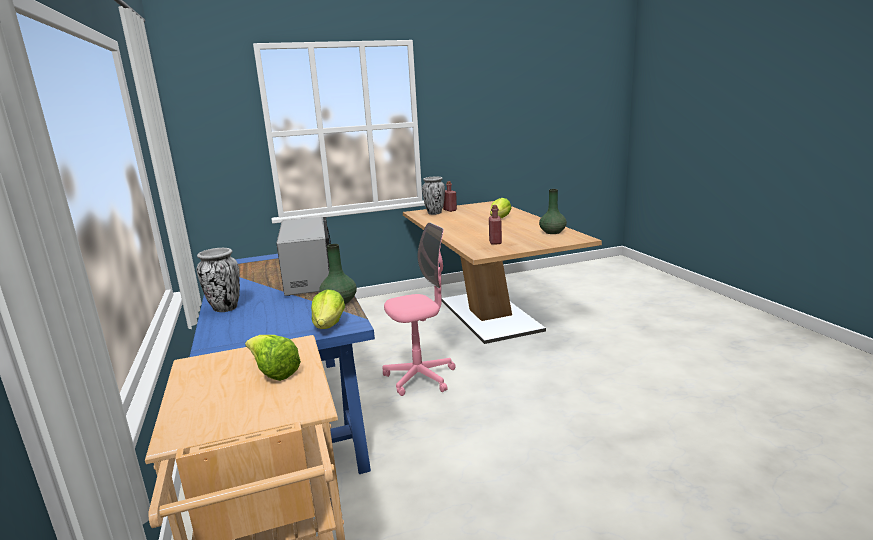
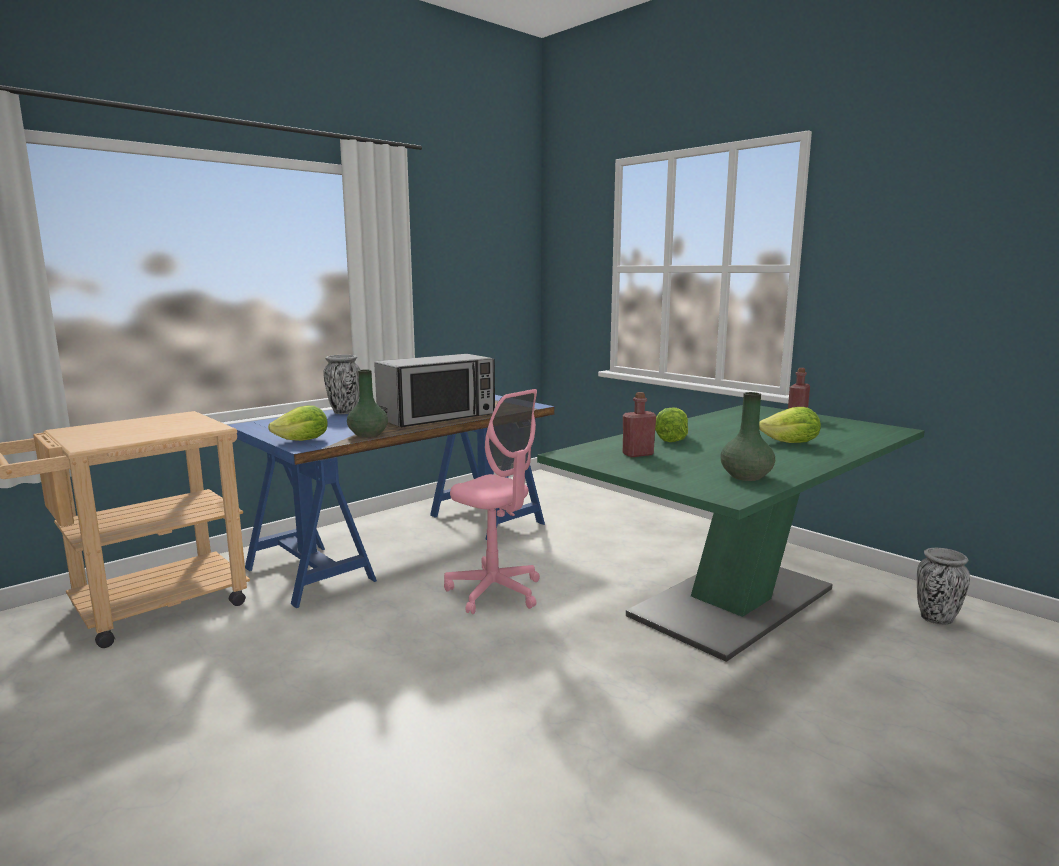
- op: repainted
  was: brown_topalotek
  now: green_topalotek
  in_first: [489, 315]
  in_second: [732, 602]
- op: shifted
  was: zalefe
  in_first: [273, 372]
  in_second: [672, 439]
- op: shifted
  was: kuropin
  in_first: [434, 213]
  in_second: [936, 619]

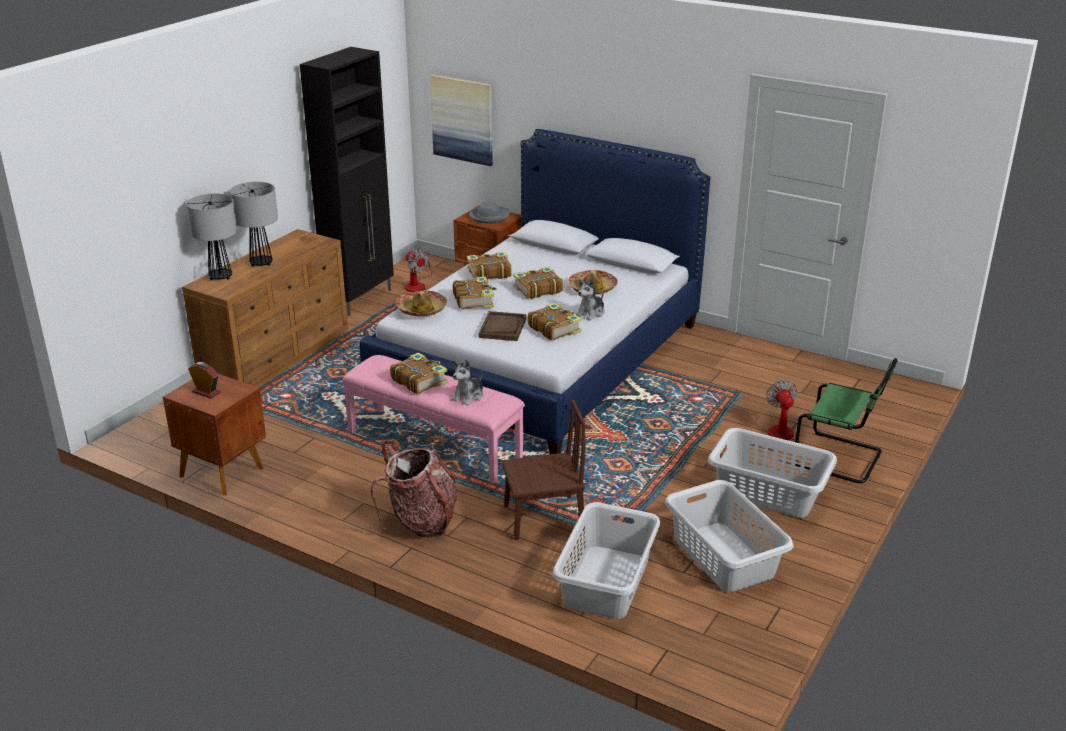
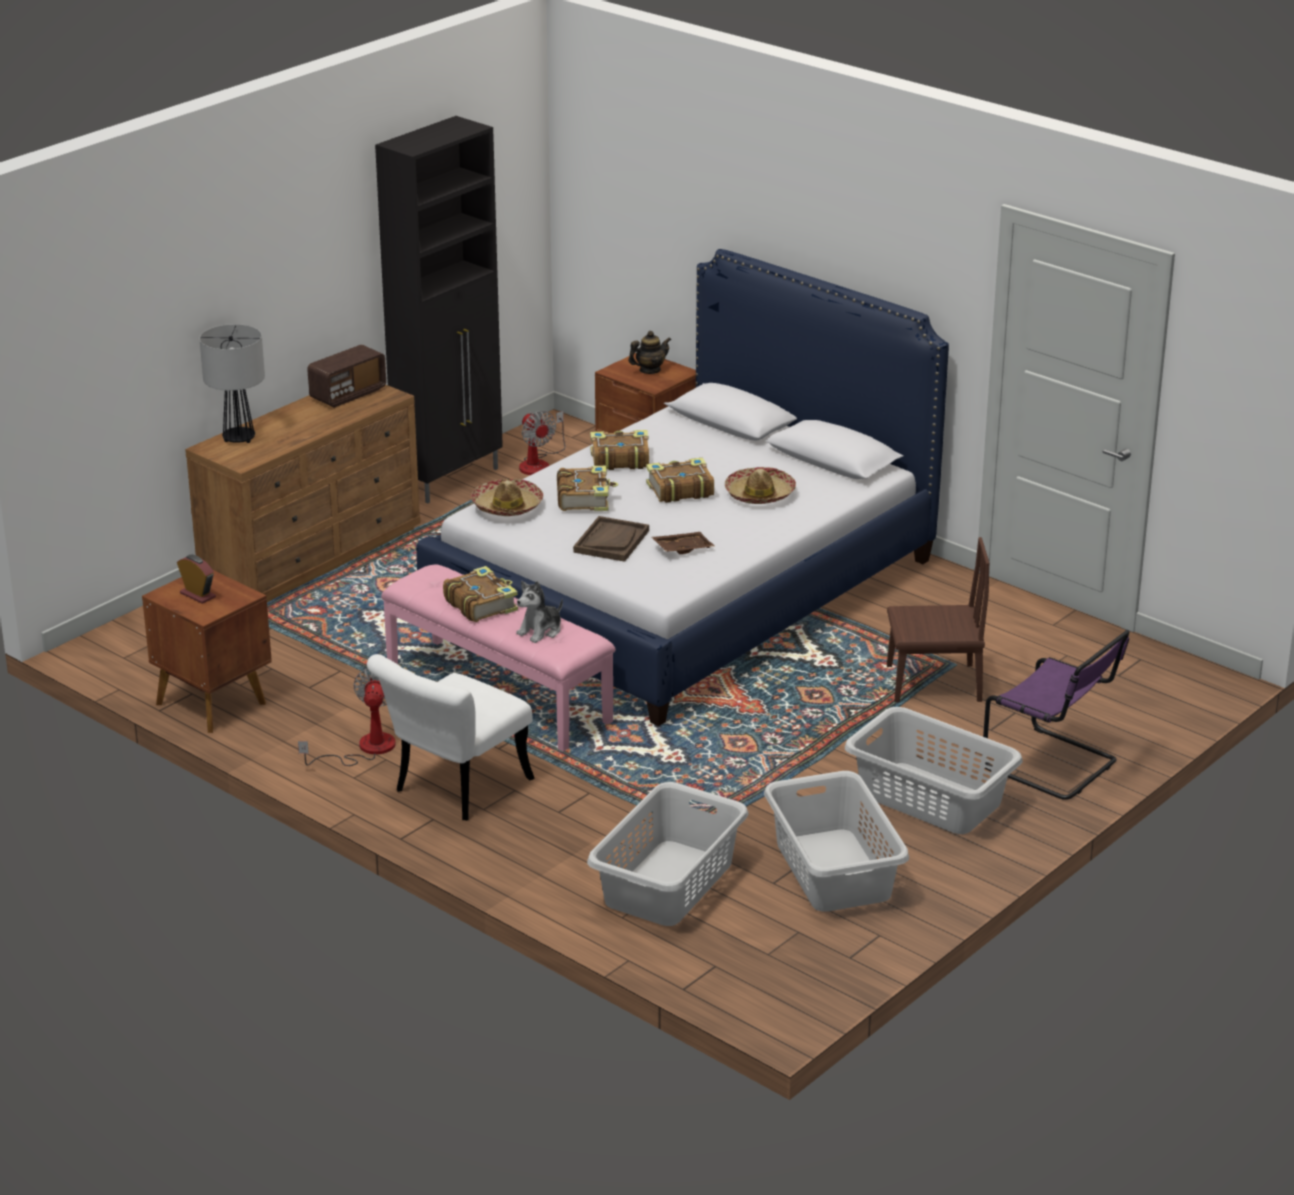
- op: shifted
  was: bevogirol
  in_first: [774, 437]
  in_second: [364, 749]
- op: new
  now: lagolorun
  in_second: [348, 394]
- op: swapped
  was: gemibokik
  now: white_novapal
  in_first: [421, 521]
  in_second: [454, 789]
- op: swapped
  was: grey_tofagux
  now: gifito
  in_first: [489, 216]
  in_second: [649, 370]
- op: swapped
  was: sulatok
  now: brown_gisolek
  in_first: [554, 328]
  in_second: [682, 548]
- op: shifted
  was: brown_novapal
  in_first: [543, 518]
  in_second: [933, 683]
- op: repainted
  was: green_novapal
  now: purple_novapal
  in_first: [841, 459]
  in_second: [1054, 766]
- op: gone
  was: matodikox
  in_first: [261, 263]
- op: gone
  was: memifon
  in_first: [462, 119]
- op: gone
  was: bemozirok
  in_first: [591, 313]

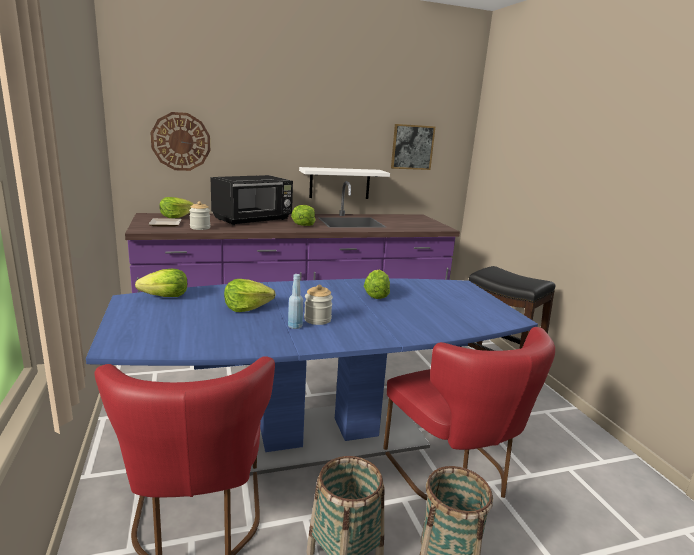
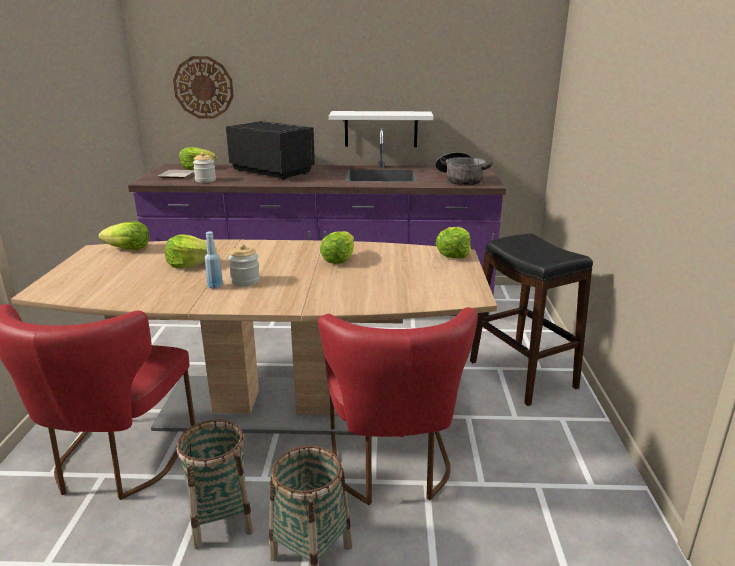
- op: repainted
  was: blue_topalotek
  now: brown_topalotek
  in_first: [319, 435]
  in_second: [276, 405]
- op: rotated
  was: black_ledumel
  in_first: [253, 219]
  in_second: [272, 171]
  clockwise: -120
- op: new
  now: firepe
  in_second: [460, 179]
- op: shifted
  was: zalefe
  in_first: [303, 224]
  in_second: [453, 254]
- op: gone
  was: memifon
  in_first: [412, 147]

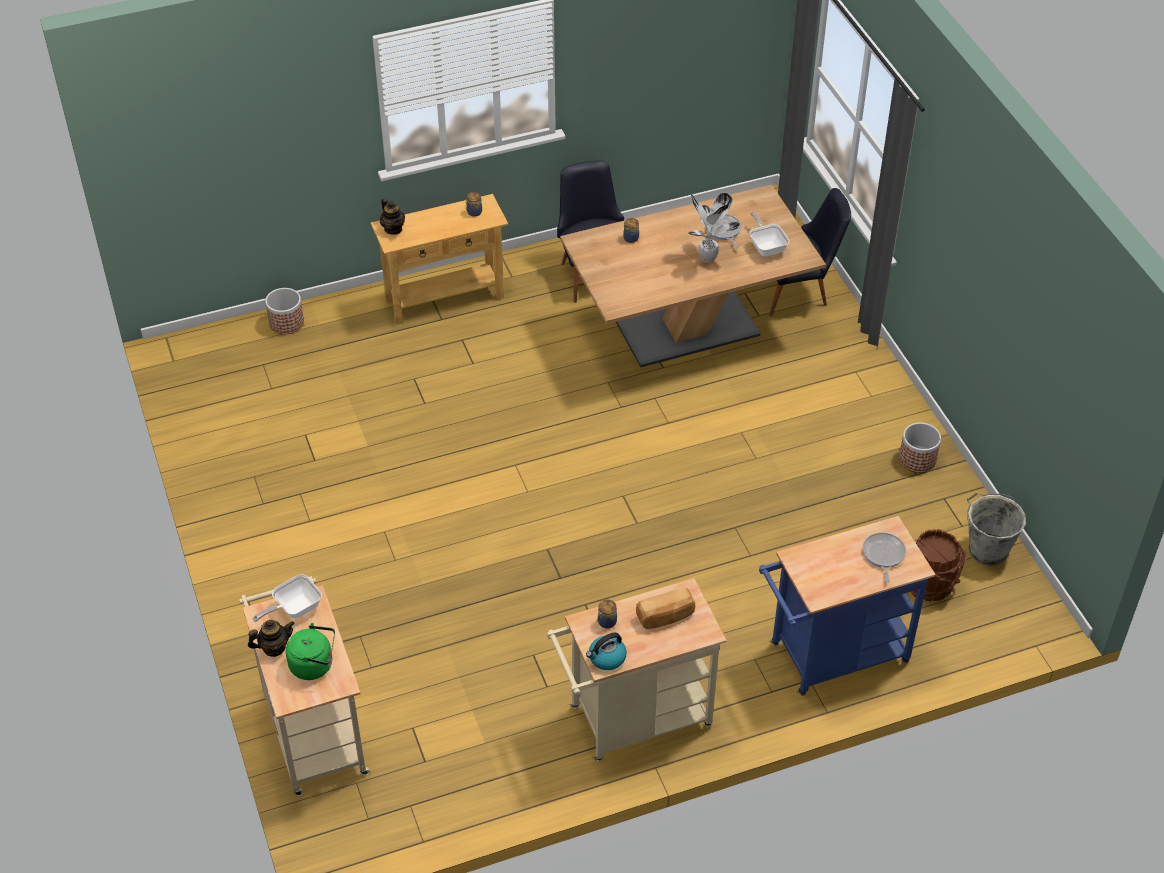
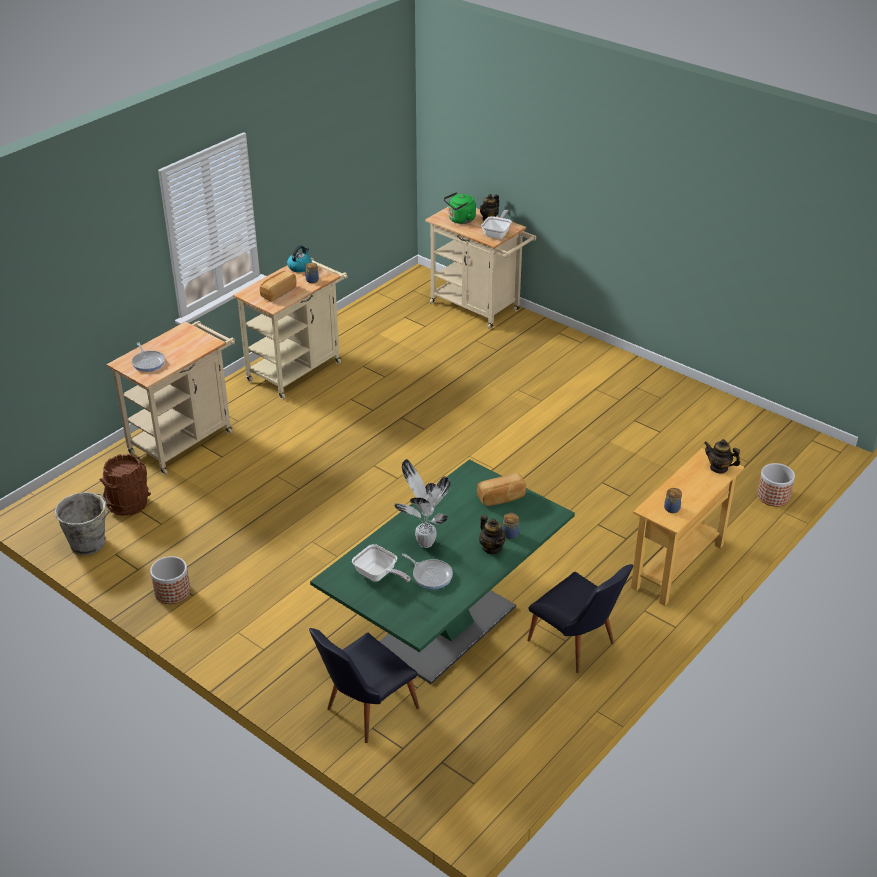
- op: repainted
  was: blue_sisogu
  now: beige_sisogu
  in_first: [831, 656]
  in_second: [185, 439]
- op: repainted
  was: brown_topalotek
  now: green_topalotek
  in_first: [687, 328]
  in_second: [446, 627]
- op: new
  now: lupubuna
  in_second: [501, 498]
- op: new
  now: gifito
  in_second: [492, 548]

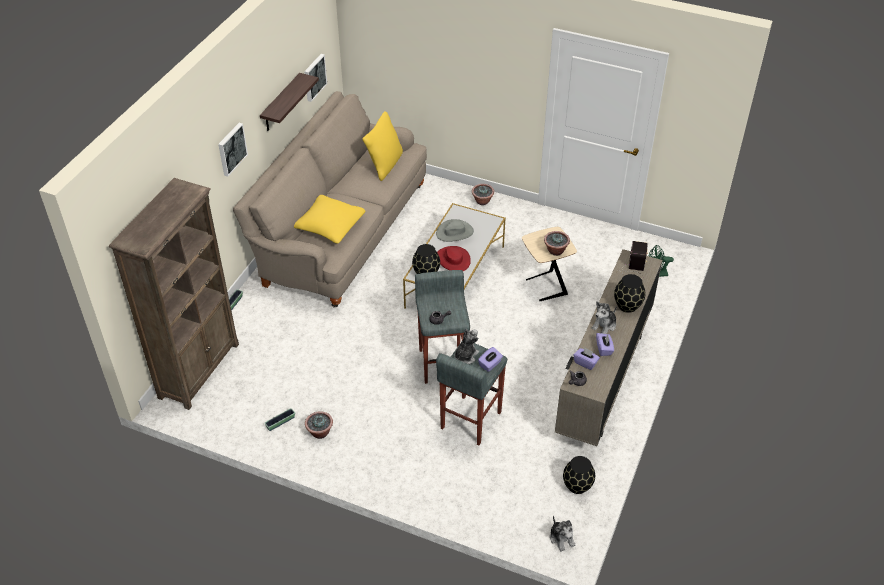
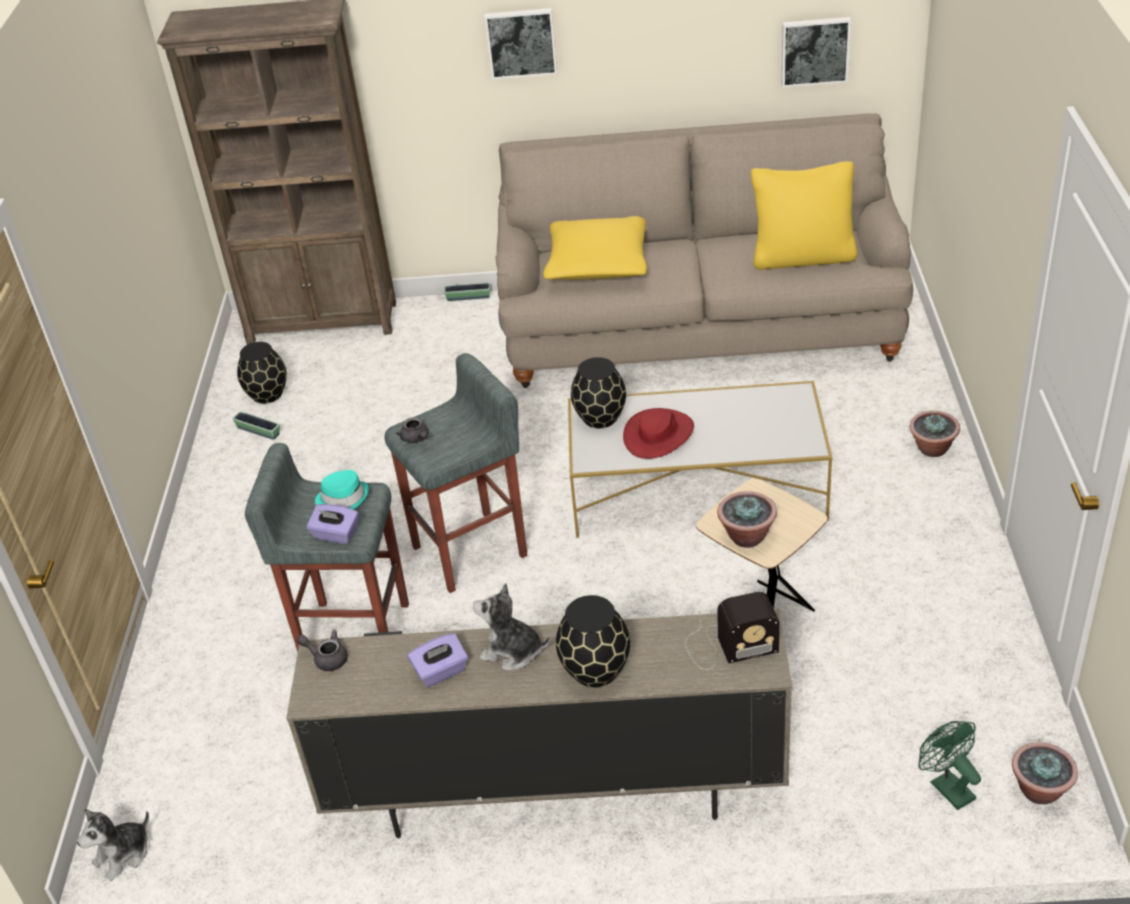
- op: shifted
  was: black_kuropin
  in_first: [577, 486]
  in_second: [267, 394]
- op: swapped
  was: bemozirok
  now: turquoise_tofagux
  in_first: [465, 356]
  in_second: [343, 499]
- op: shifted
  was: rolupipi
  in_first: [320, 432]
  in_second: [1039, 790]
- op: gone
  was: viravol
  in_first: [281, 103]
- op: gone
  was: grey_tofagux
  in_first: [454, 232]
- op: gone
  was: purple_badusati
  in_first: [585, 363]

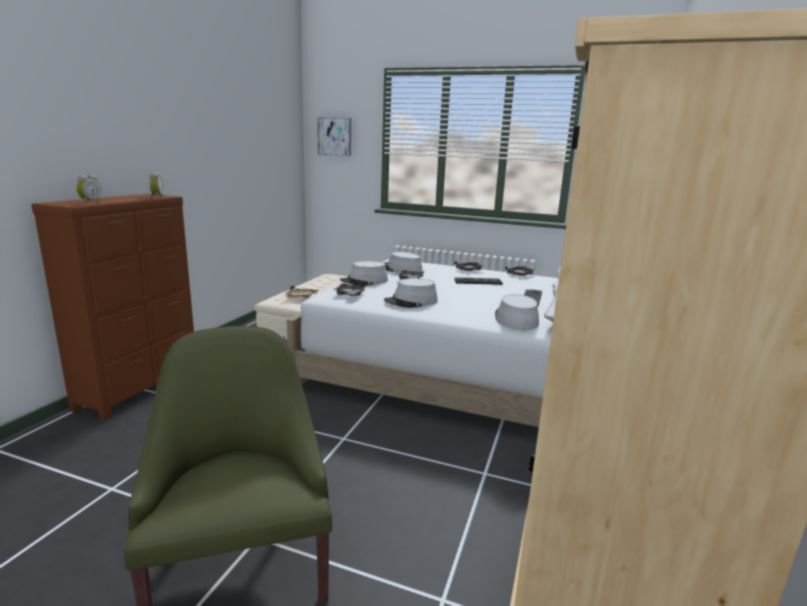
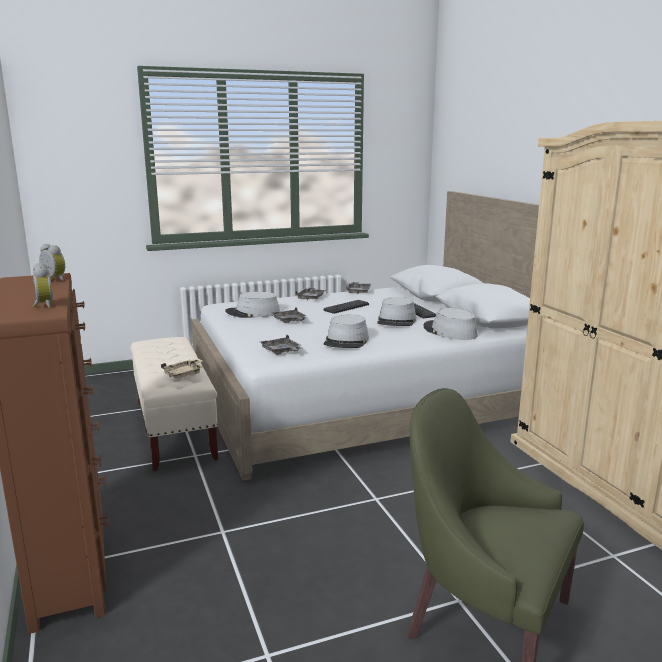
- op: shifted
  was: grey_tofagux
  in_first: [364, 281]
  in_second: [396, 321]
- op: gone
  was: memifon
  in_first: [335, 136]

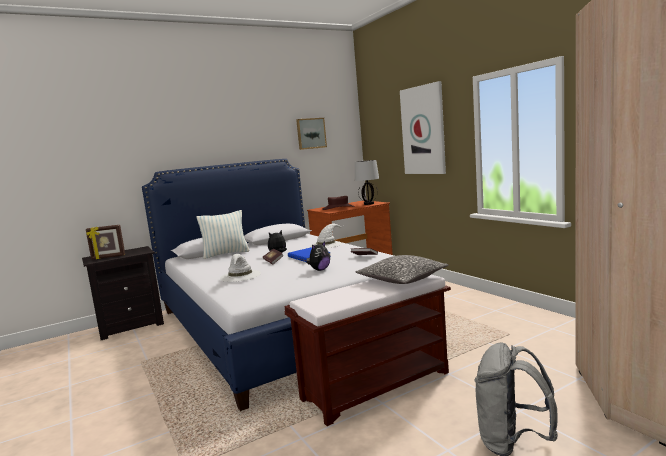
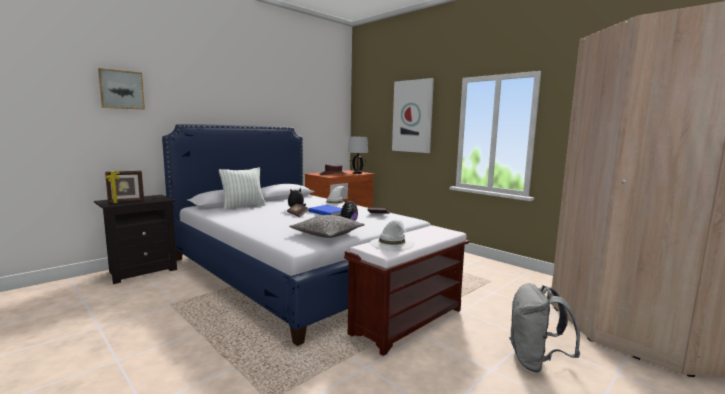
- op: shifted
  was: memifon
  in_first: [311, 133]
  in_second: [121, 89]
- op: shifted
  was: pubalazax
  in_first: [402, 279]
  in_second: [327, 234]
- op: shifted
  was: white_tofagux
  in_first: [240, 276]
  in_second: [392, 244]

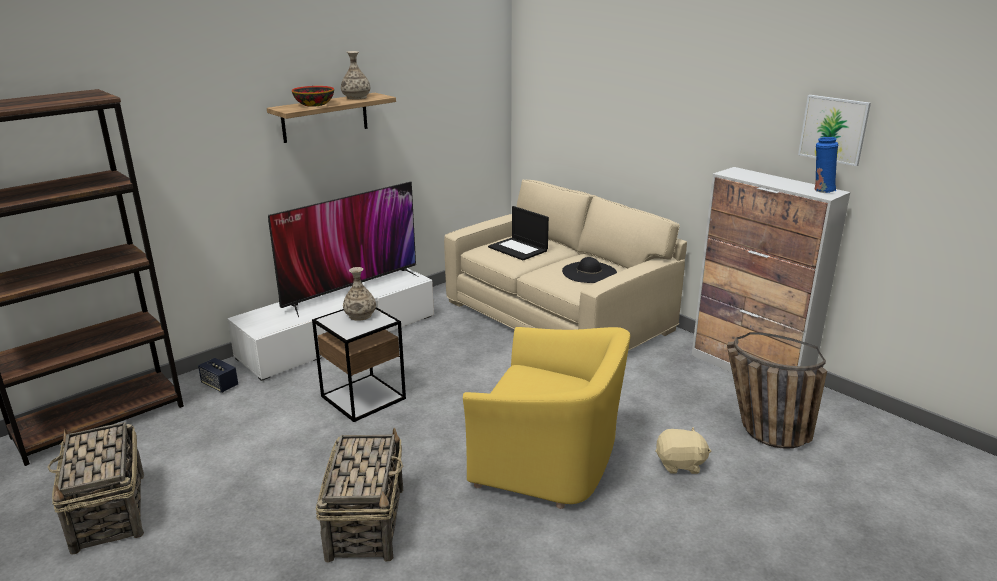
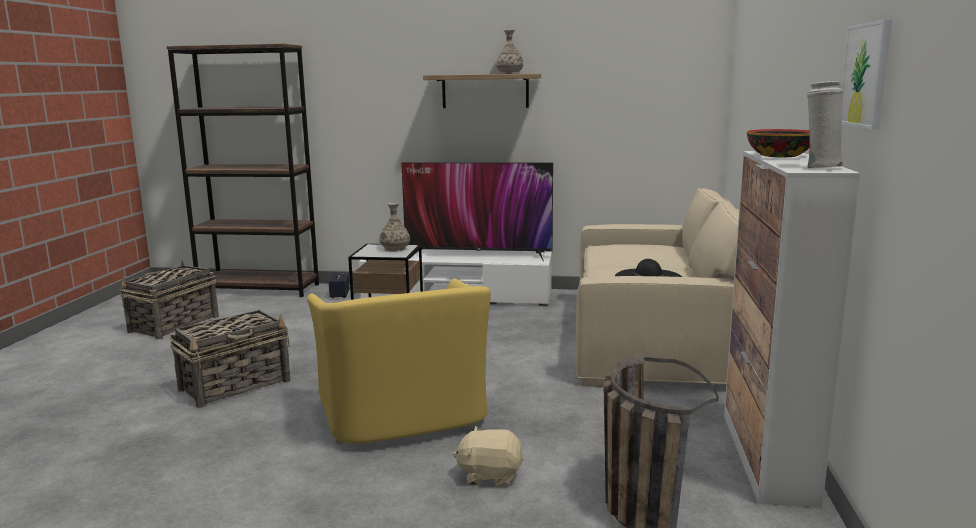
- op: rotated
  was: beige_bemozirok
  in_first: [680, 464]
  in_second: [490, 475]
  clockwise: 135
- op: shifted
  was: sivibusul
  in_first: [315, 104]
  in_second: [780, 156]
- op: repainted
  was: blue_kuropin
  now: white_kuropin
  in_first: [822, 190]
  in_second: [821, 167]
- op: gone
  was: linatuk
  in_first: [518, 249]

